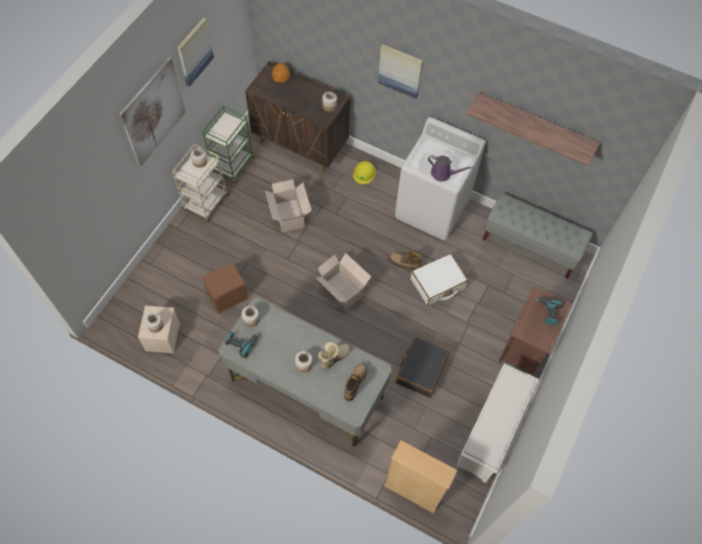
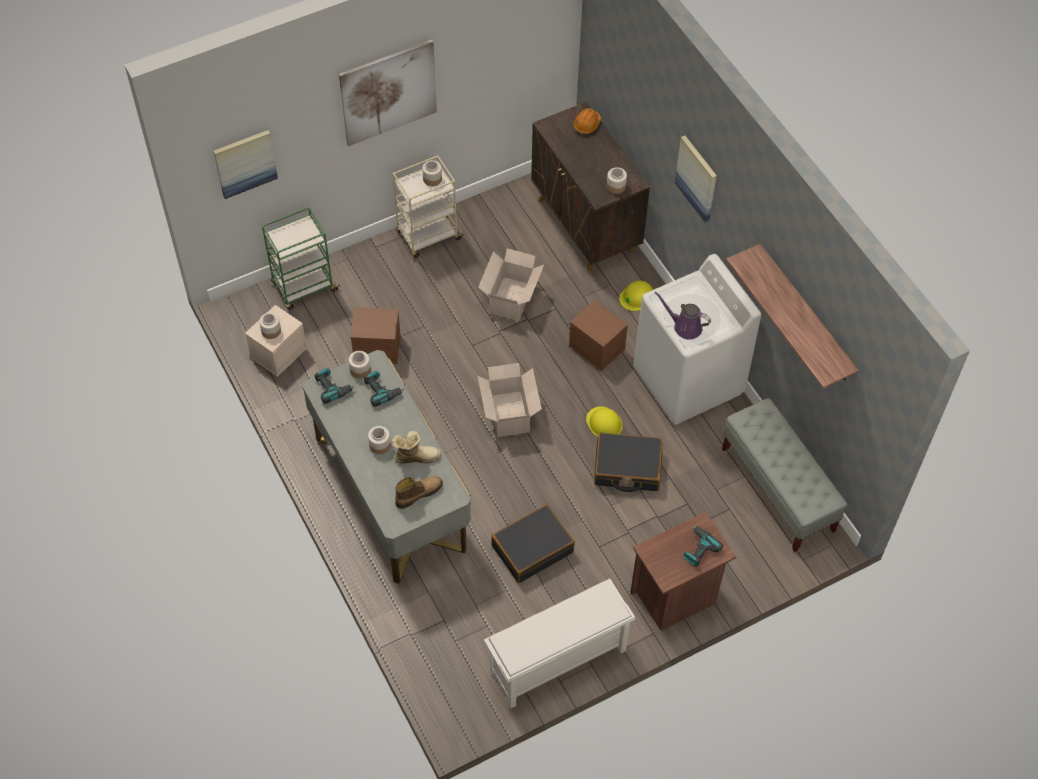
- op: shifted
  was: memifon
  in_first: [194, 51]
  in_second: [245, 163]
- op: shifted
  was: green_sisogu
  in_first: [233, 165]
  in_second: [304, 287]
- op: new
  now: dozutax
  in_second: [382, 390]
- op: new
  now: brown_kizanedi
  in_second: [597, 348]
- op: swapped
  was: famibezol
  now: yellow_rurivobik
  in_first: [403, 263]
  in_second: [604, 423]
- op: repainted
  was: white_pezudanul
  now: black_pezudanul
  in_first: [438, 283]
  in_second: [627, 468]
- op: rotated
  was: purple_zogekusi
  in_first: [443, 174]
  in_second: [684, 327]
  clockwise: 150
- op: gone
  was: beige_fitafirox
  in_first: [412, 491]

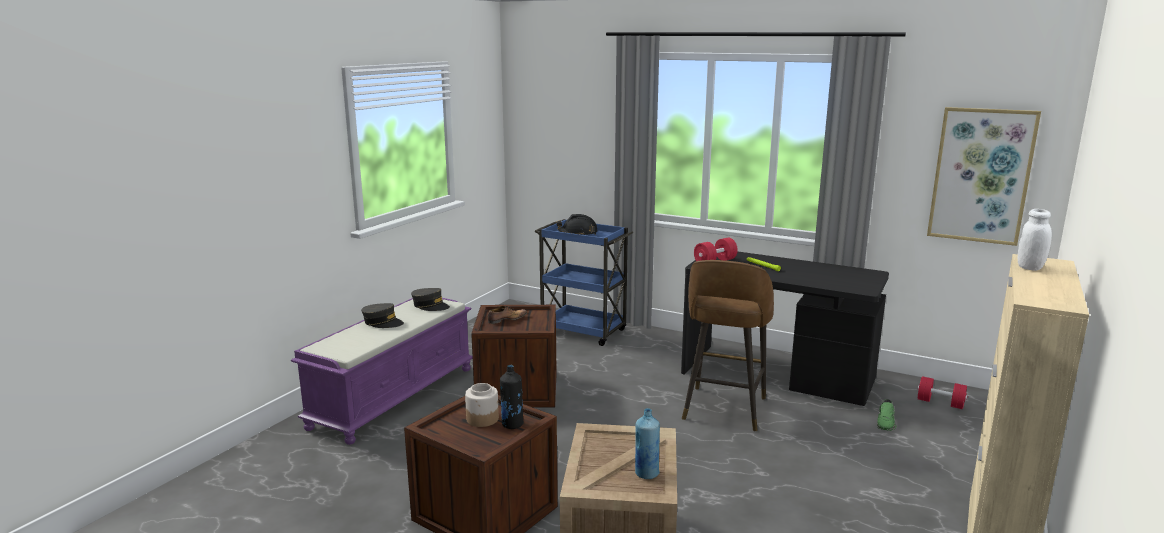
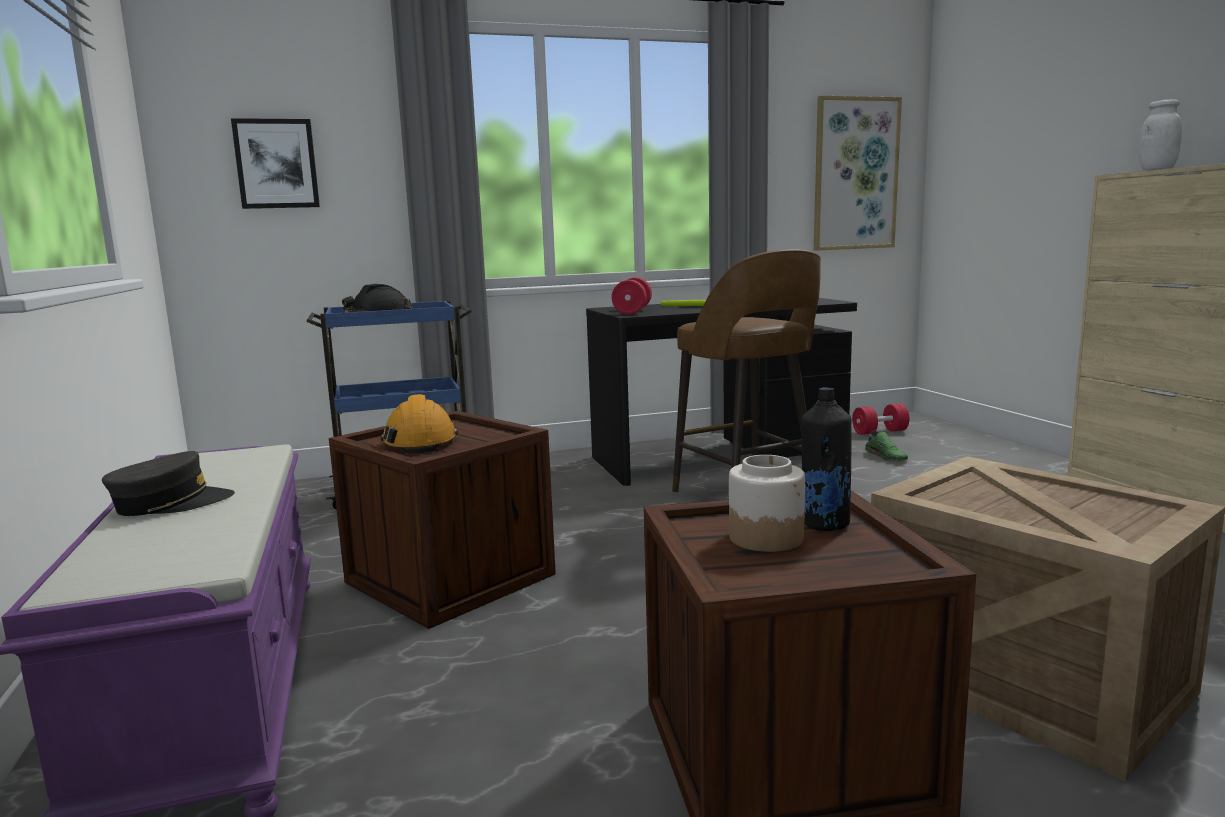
- op: new
  now: memifon
  in_second: [276, 164]
- op: swapped
  was: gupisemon
  now: orange_rurivobik
  in_first: [506, 319]
  in_second: [420, 442]
- op: gone
  was: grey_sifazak
  in_first: [430, 306]
- op: gone
  was: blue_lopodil
  in_first: [646, 473]

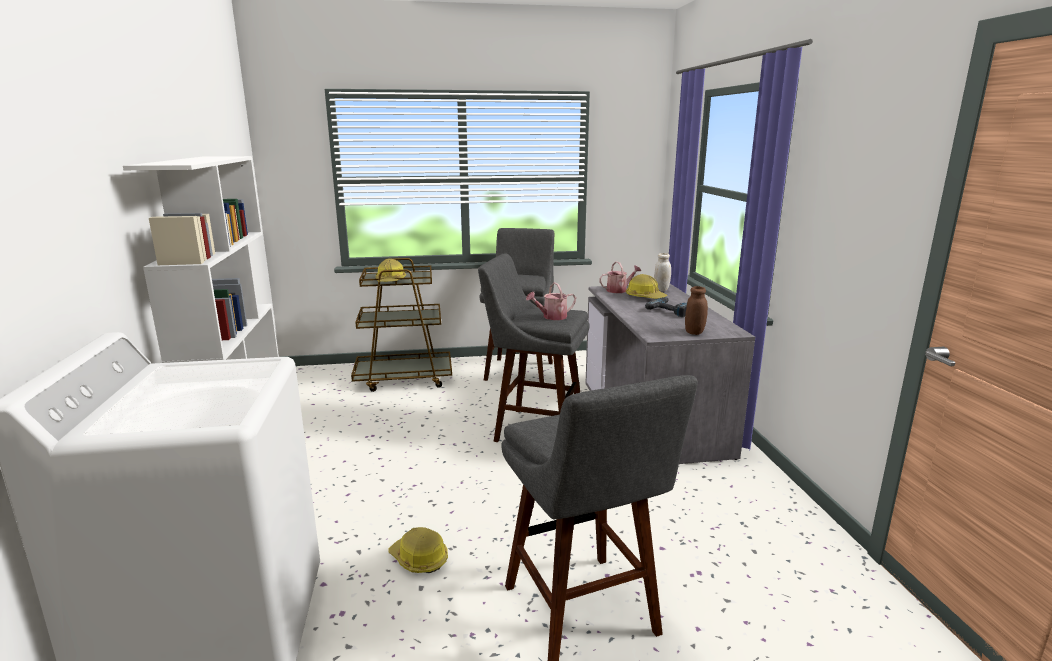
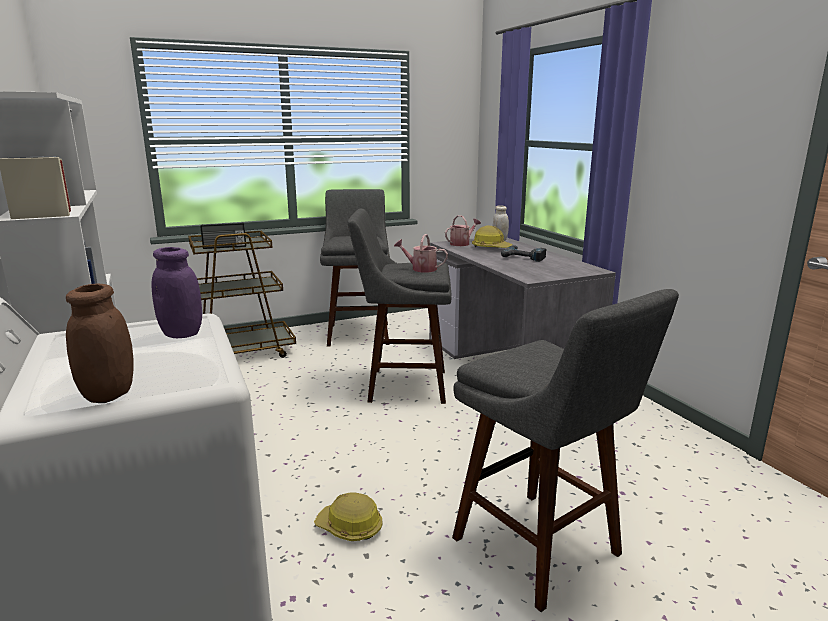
- op: shifted
  was: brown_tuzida
  in_first: [694, 332]
  in_second: [109, 394]
- op: new
  now: purple_tuzida
  in_second: [181, 334]
- op: swapped
  was: rurivobik
  now: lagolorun
  in_first: [390, 280]
  in_second: [224, 247]
- op: rotated
  was: zogekusi
  in_first: [551, 317]
  in_second: [420, 269]
  clockwise: 60

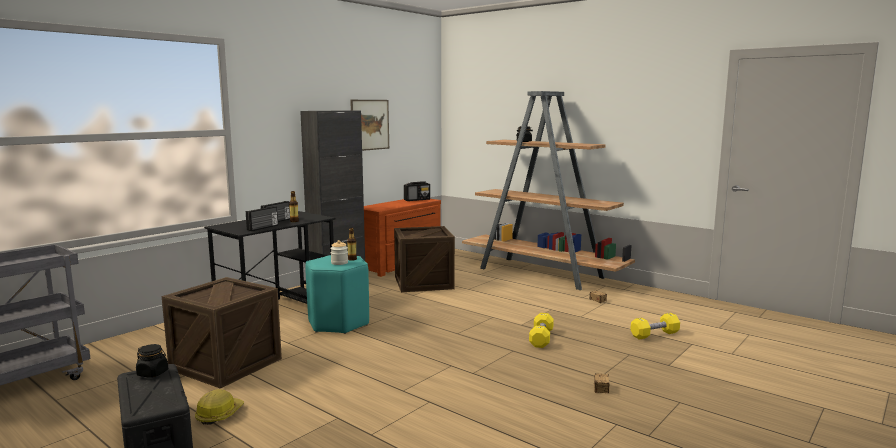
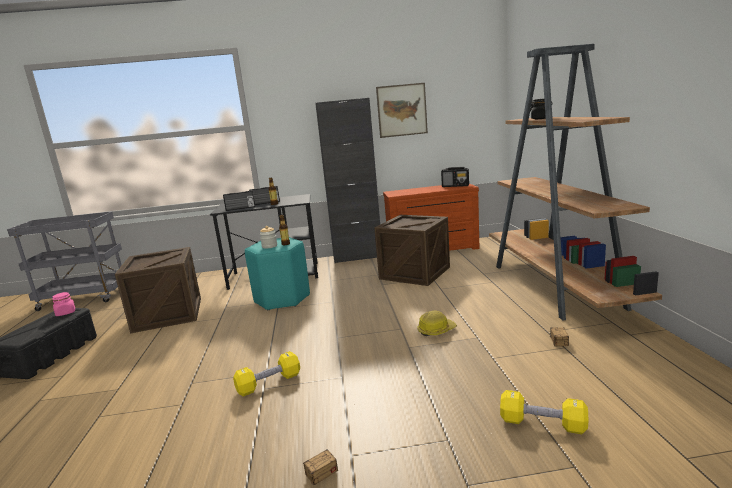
- op: repainted
  was: black_tuzida
  now: pink_tuzida
  in_first: [153, 373]
  in_second: [66, 313]
- op: shifted
  was: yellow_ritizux
  in_first: [541, 338]
  in_second: [269, 383]
- op: shifted
  was: rurivobik
  in_first: [219, 414]
  in_second: [436, 330]

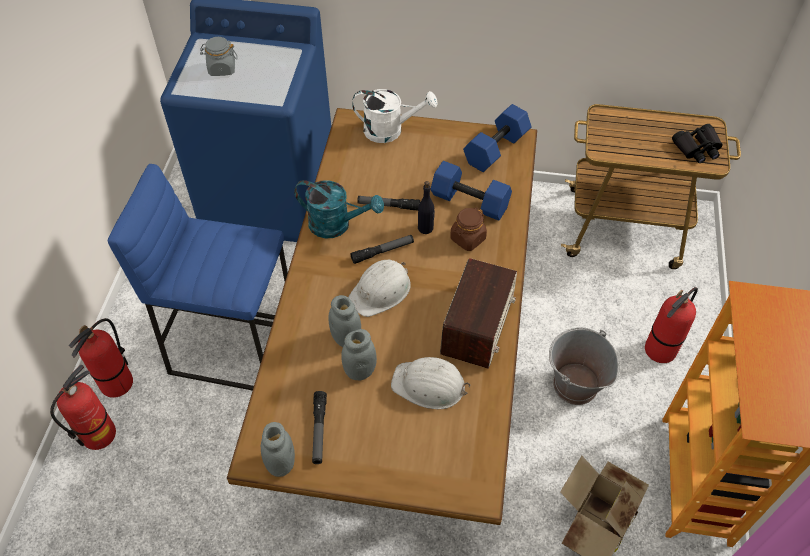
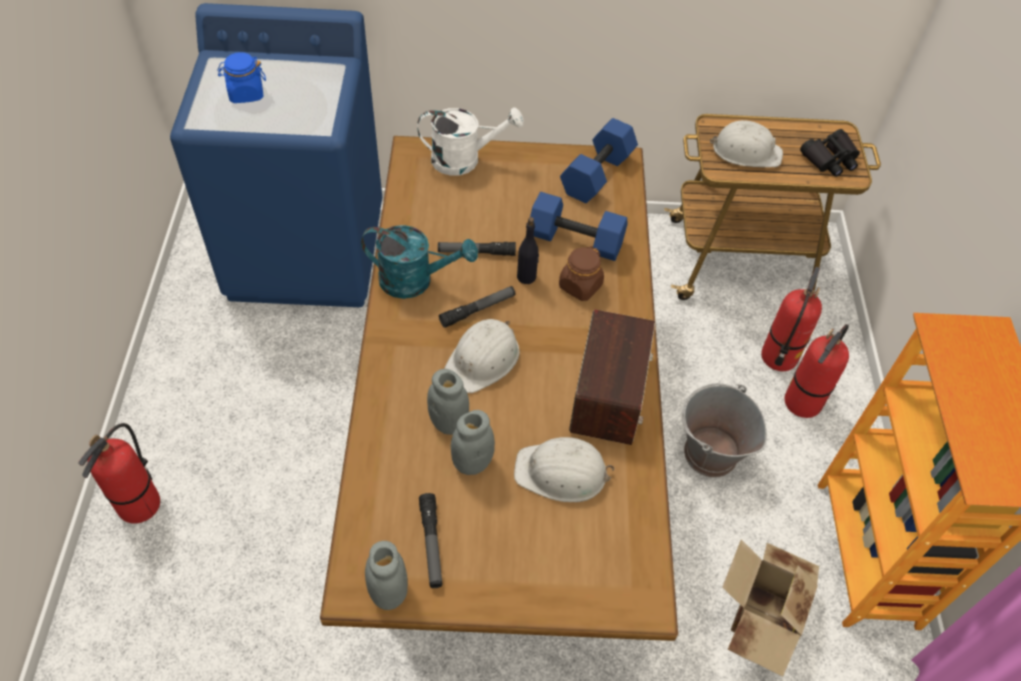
- op: repainted
  was: grey_tuzida
  now: blue_tuzida
  in_first: [221, 68]
  in_second: [246, 93]
- op: new
  now: white_rurivobik
  in_second: [746, 151]
- op: shifted
  was: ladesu
  in_first: [99, 434]
  in_second: [778, 357]
- op: gone
  was: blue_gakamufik
  in_first: [234, 345]

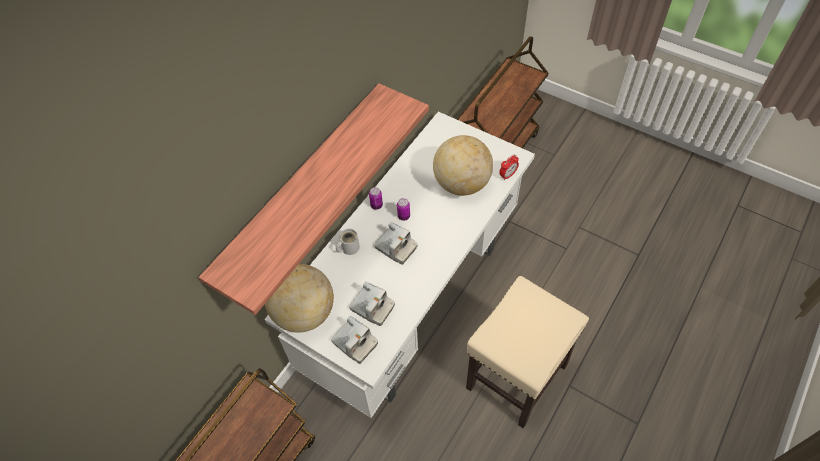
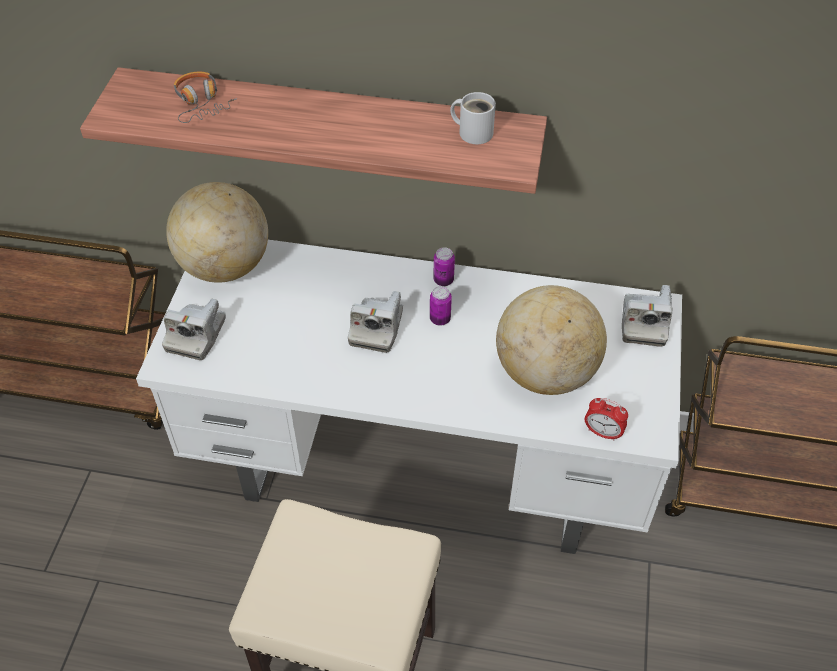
- op: new
  now: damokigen
  in_second: [201, 103]
- op: shifted
  was: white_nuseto
  in_first: [348, 248]
  in_second: [473, 131]
- op: shifted
  was: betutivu
  in_first: [372, 308]
  in_second: [643, 323]

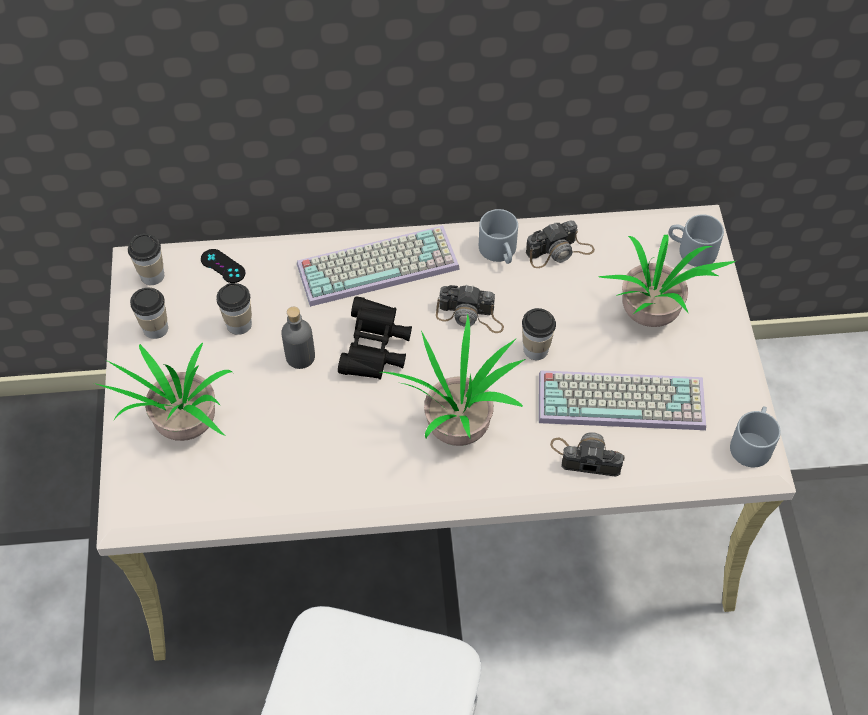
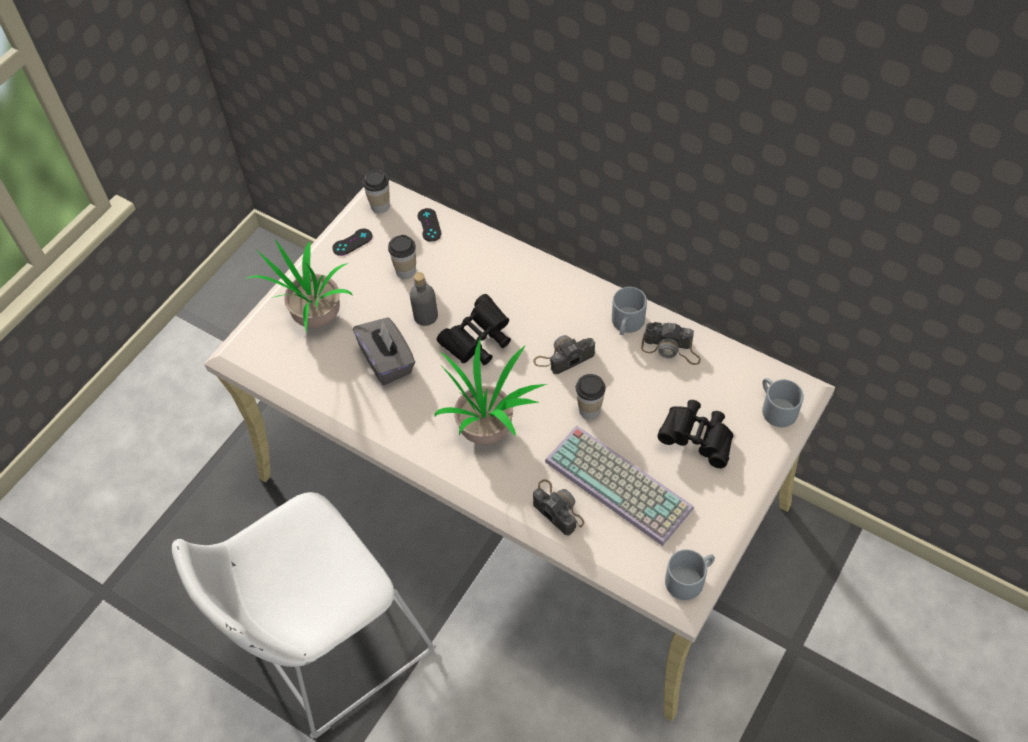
- op: swapped
  was: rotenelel
  now: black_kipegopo
  in_first: [155, 328]
  in_second: [352, 242]
- op: new
  now: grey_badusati
  in_second: [387, 361]
- op: rotated
  was: betutivu
  in_first: [470, 316]
  in_second: [564, 357]
  clockwise: 105
- op: swapped
  was: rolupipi
  now: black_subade
  in_first: [651, 317]
  in_second: [697, 439]
- op: gone
  was: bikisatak
  in_first: [379, 264]

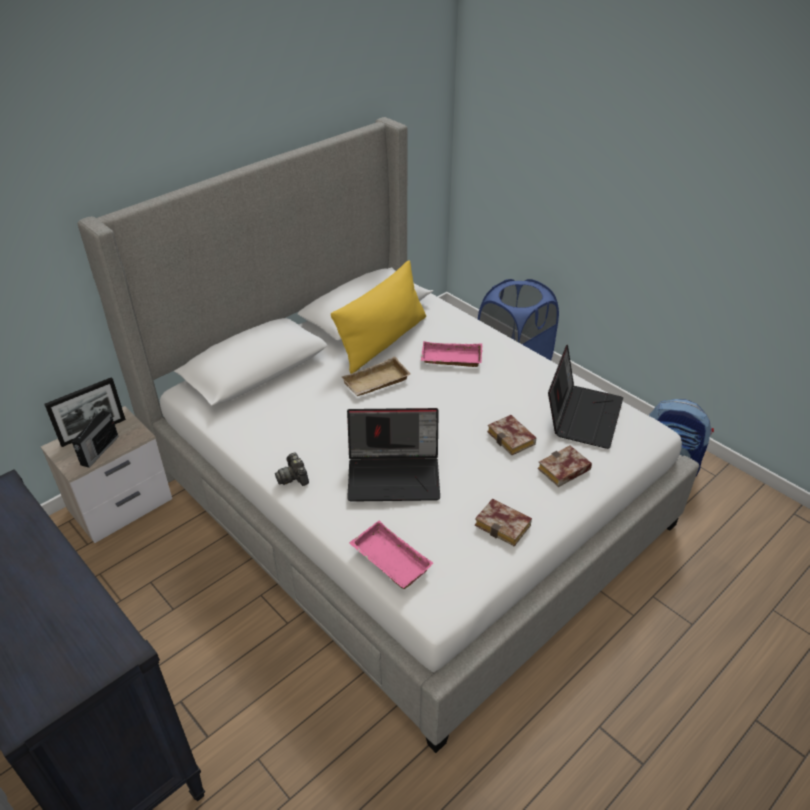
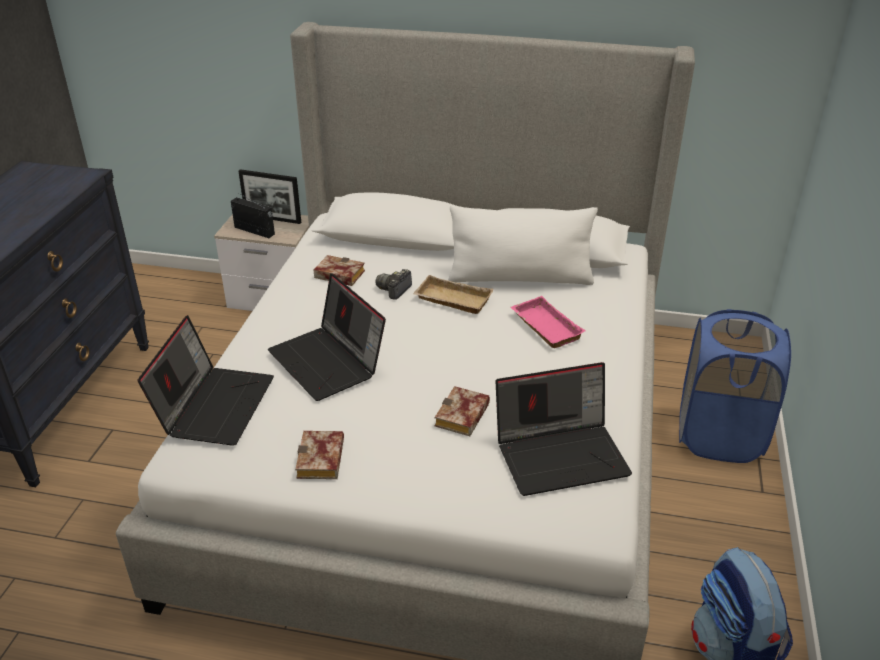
- op: swapped
  was: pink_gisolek
  now: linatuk
  in_first: [388, 560]
  in_second: [214, 405]
- op: rotated
  was: lagolorun
  in_first: [99, 451]
  in_second: [255, 231]
  clockwise: -135
- op: shifted
  was: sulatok
  in_first: [563, 471]
  in_second: [337, 275]
- op: shifted
  was: betutivu
  in_first: [293, 477]
  in_second: [394, 290]
- op: repainted
  was: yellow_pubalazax
  now: white_pubalazax
  in_first: [383, 341]
  in_second: [520, 278]

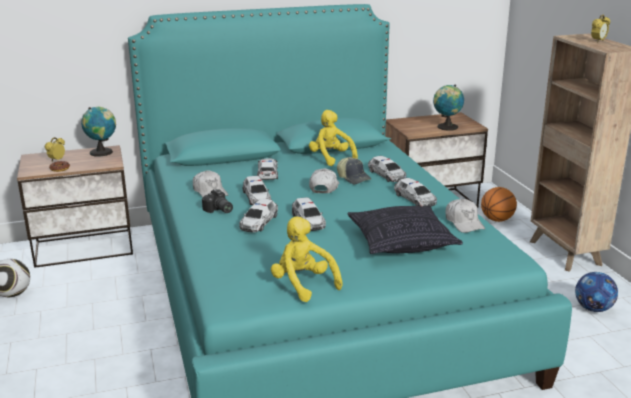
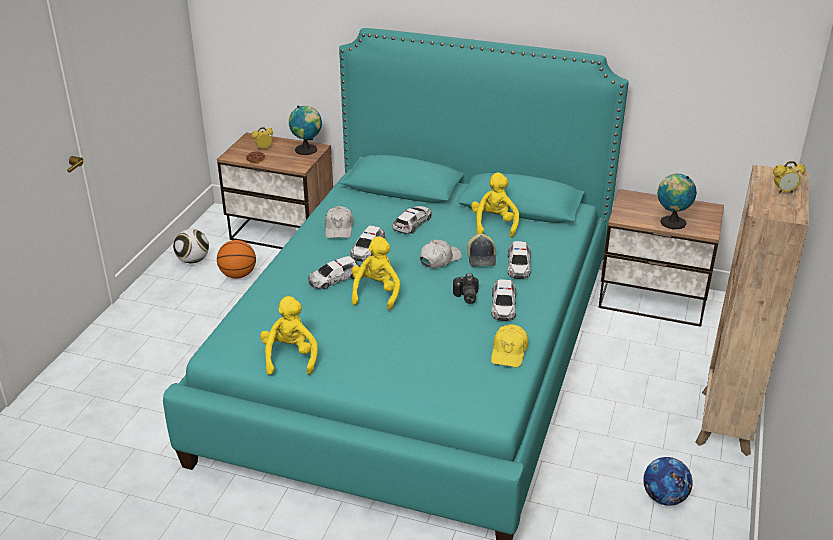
- op: shifted
  was: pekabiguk
  in_first: [497, 220]
  in_second: [238, 275]
- op: swapped
  was: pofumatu
  now: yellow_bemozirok
  in_first: [308, 221]
  in_second: [376, 293]
- op: shifted
  was: betutivu
  in_first: [218, 210]
  in_second: [465, 296]
- op: repainted
  was: white_sifazak
  now: yellow_sifazak
  in_first: [464, 223]
  in_second: [509, 352]
- op: gone
  was: pubalazax
  in_first: [402, 243]

